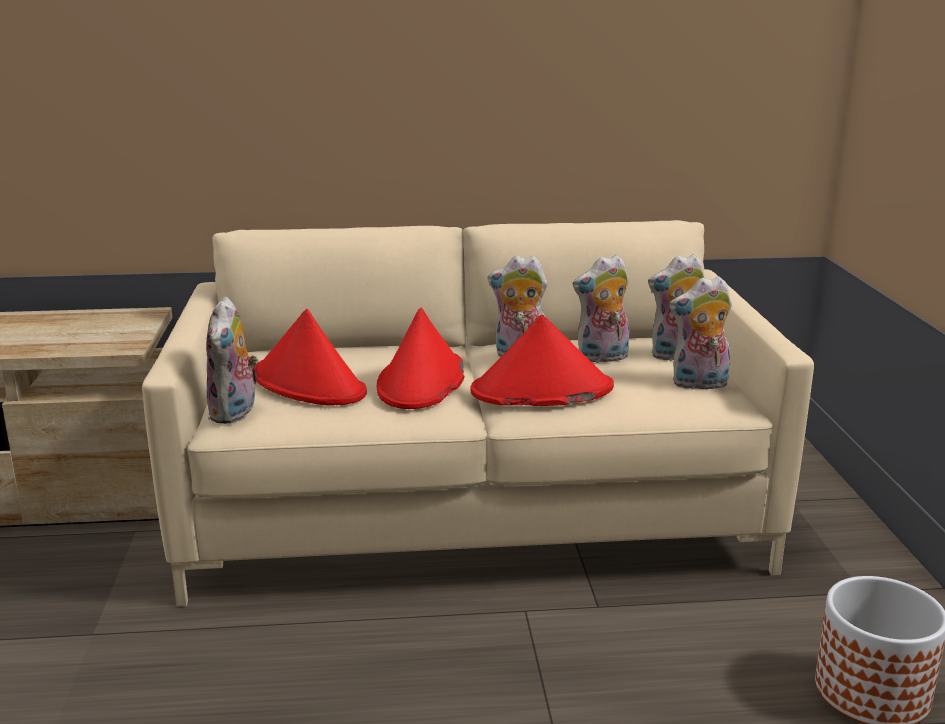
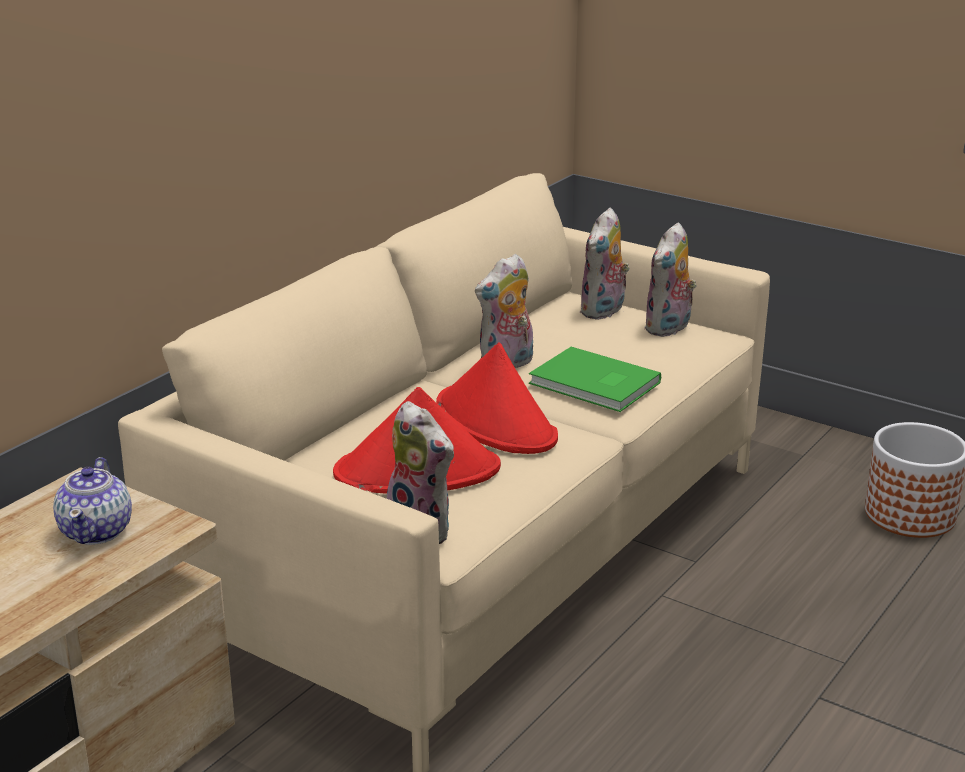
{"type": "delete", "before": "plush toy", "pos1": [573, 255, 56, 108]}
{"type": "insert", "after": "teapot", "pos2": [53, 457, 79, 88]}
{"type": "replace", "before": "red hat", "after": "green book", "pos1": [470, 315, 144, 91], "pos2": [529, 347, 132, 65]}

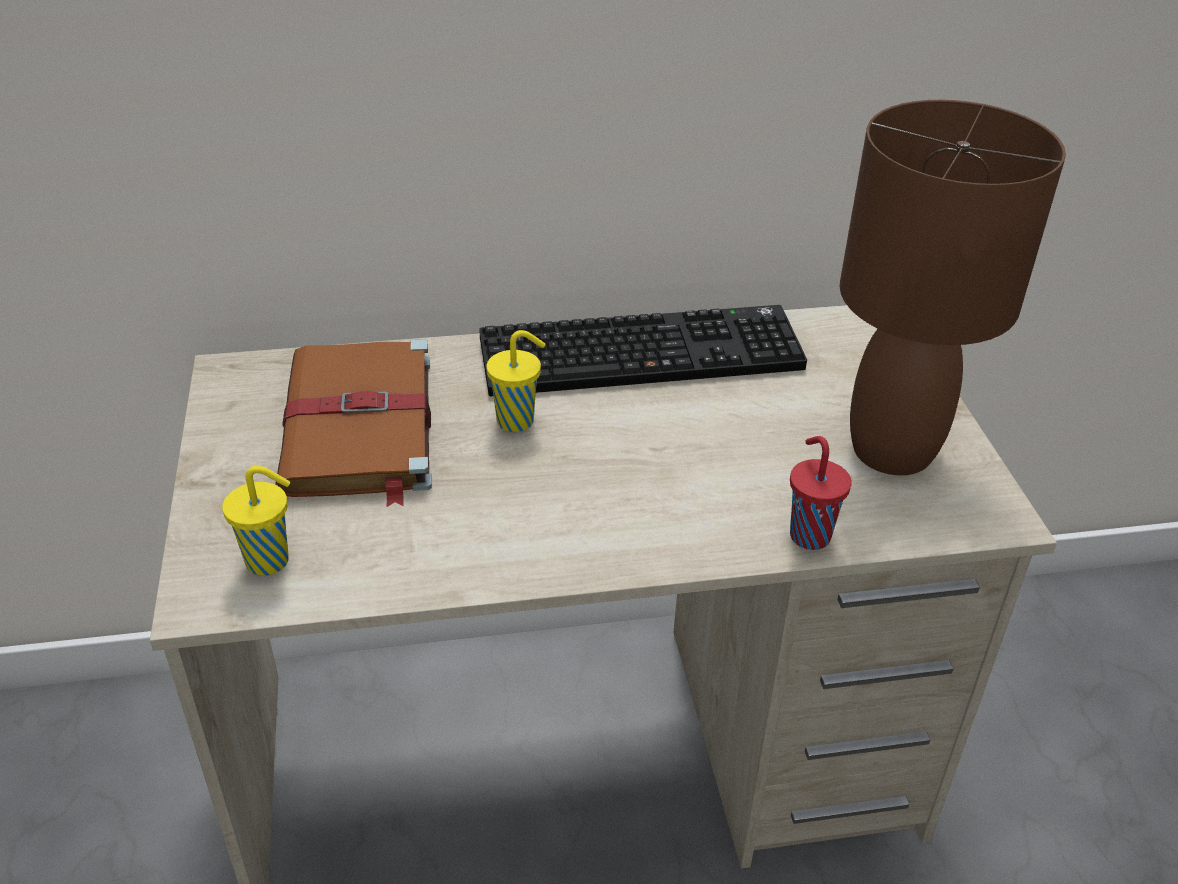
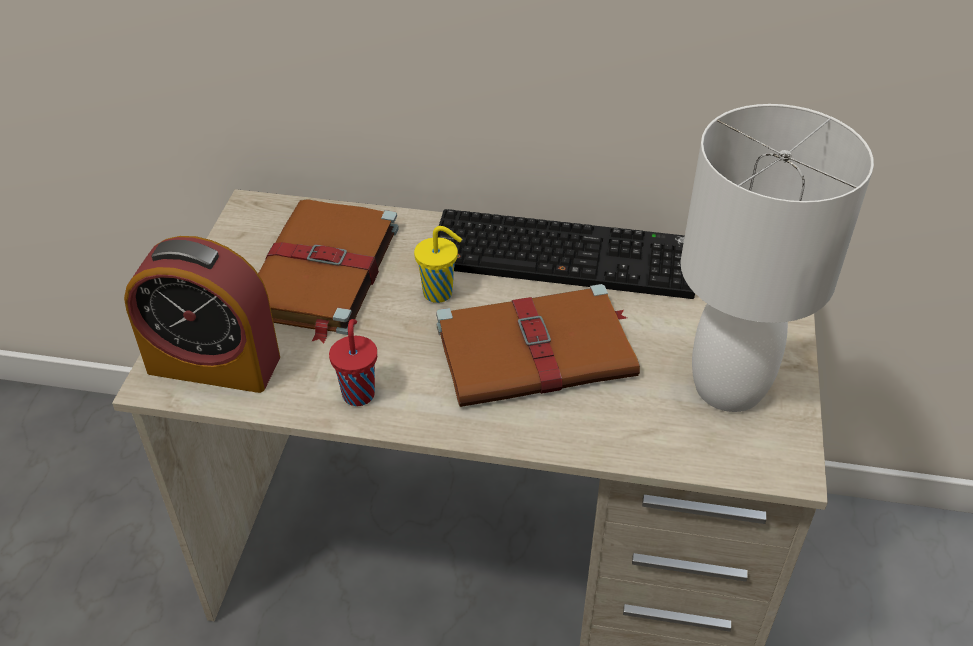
{"type": "insert", "after": "brown book", "pos2": [436, 284, 204, 123]}
{"type": "move", "before": "red cup", "pos1": [790, 436, 62, 114], "pos2": [329, 319, 48, 87]}
{"type": "replace", "before": "yellow cup", "after": "alarm clock", "pos1": [222, 466, 68, 110], "pos2": [124, 236, 156, 157]}
{"type": "recolor", "before": "brown table lamp", "after": "white table lamp", "pos1": [839, 100, 227, 375], "pos2": [680, 104, 194, 308]}

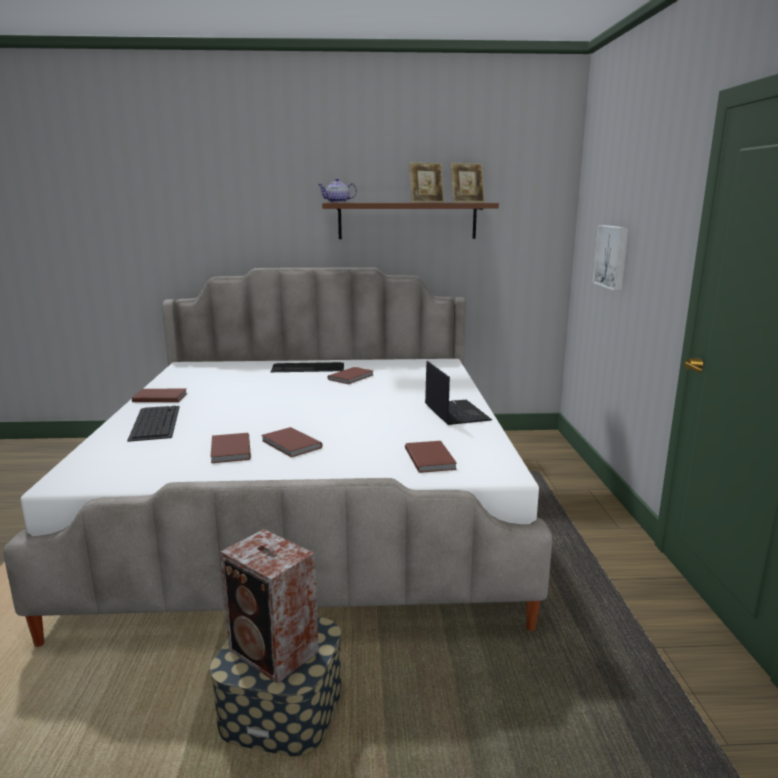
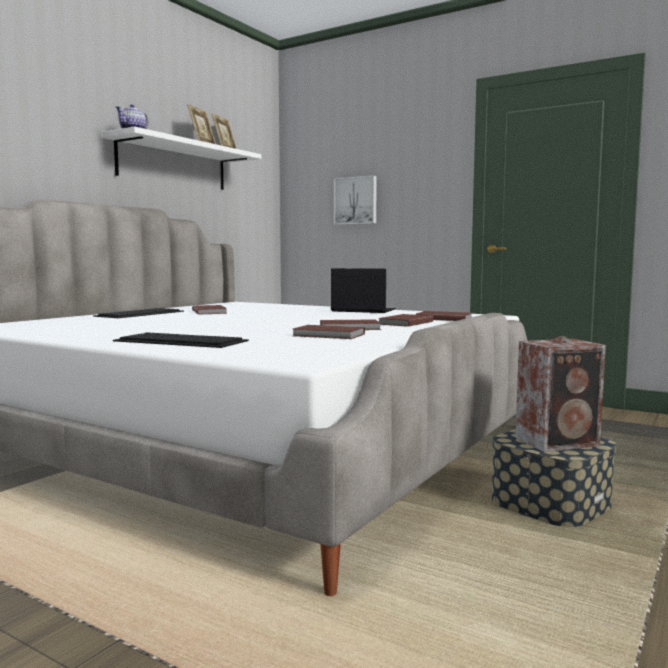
{"type": "move", "before": "brown book", "pos1": [132, 389, 55, 13], "pos2": [379, 314, 55, 13]}
{"type": "recolor", "before": "brown shelf", "after": "white shelf", "pos1": [322, 203, 177, 36], "pos2": [101, 127, 160, 63]}

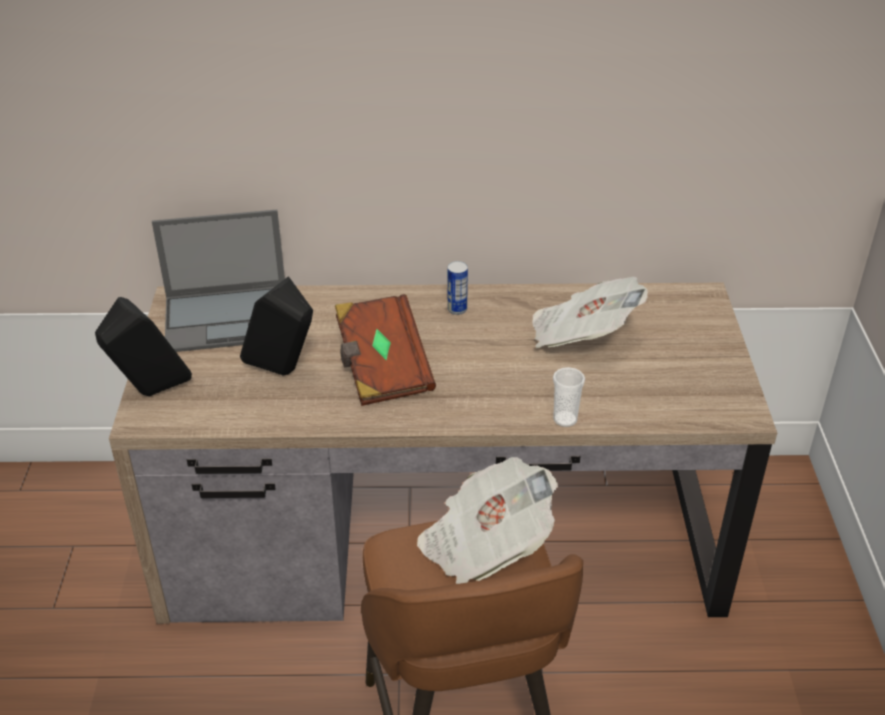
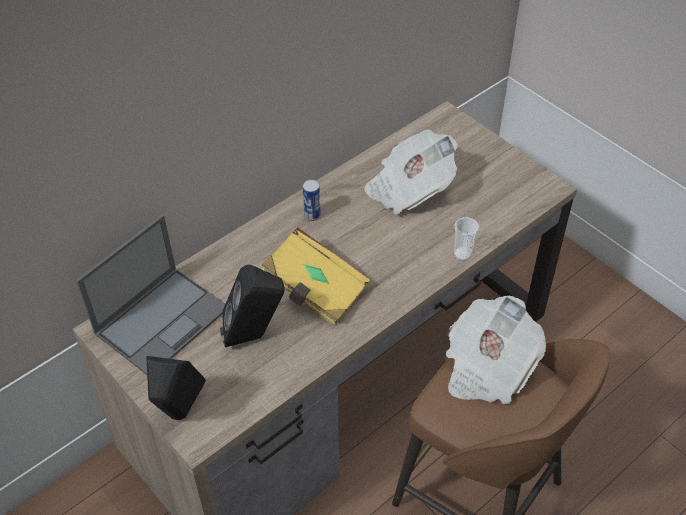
{"type": "recolor", "before": "brown book", "after": "yellow book", "pos1": [335, 294, 101, 112], "pos2": [262, 227, 108, 99]}

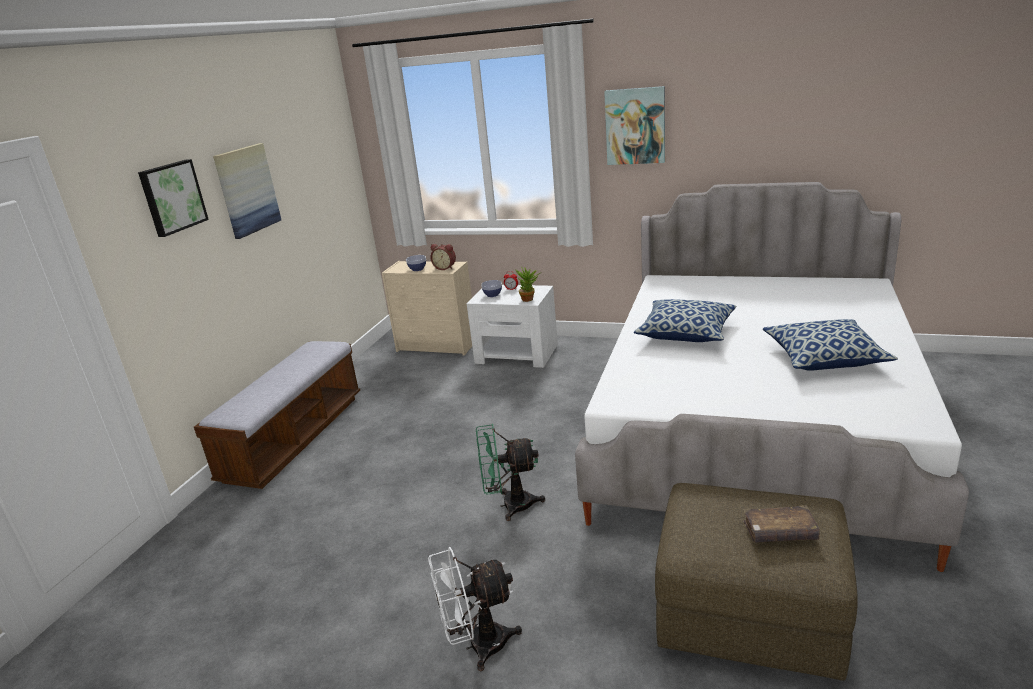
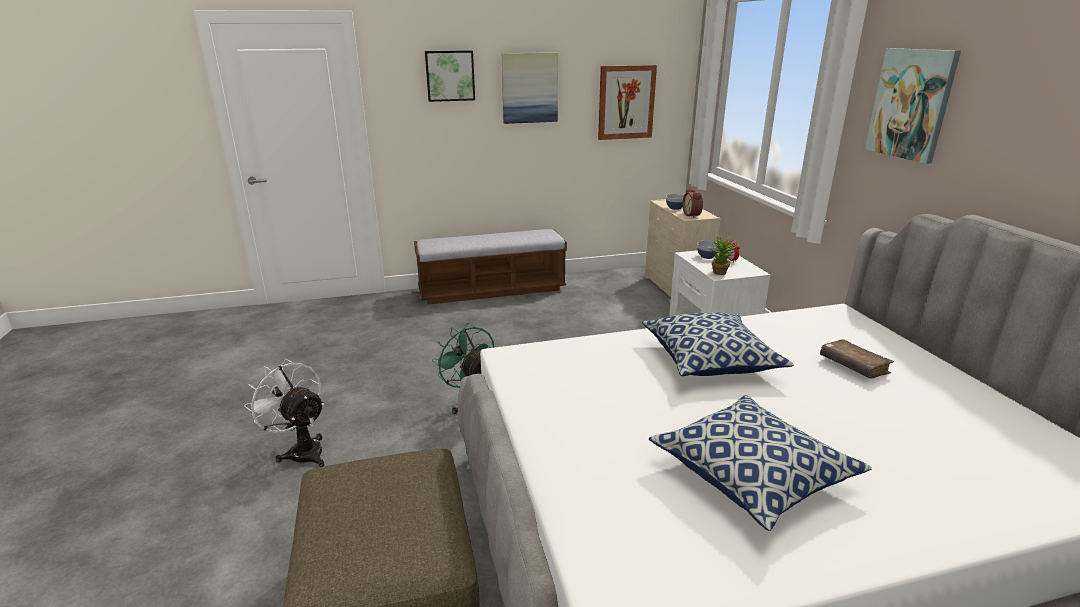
{"type": "insert", "after": "picture", "pos2": [598, 65, 59, 75]}
{"type": "move", "before": "brown book", "pos1": [743, 505, 77, 38], "pos2": [820, 339, 74, 40]}

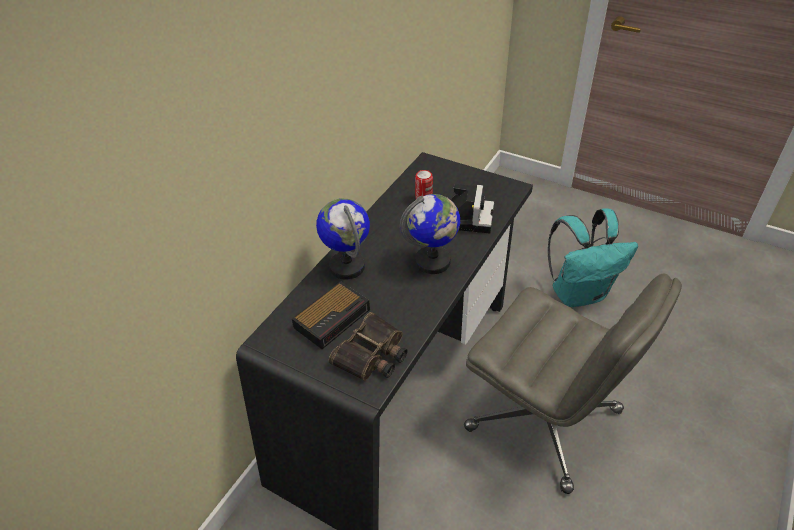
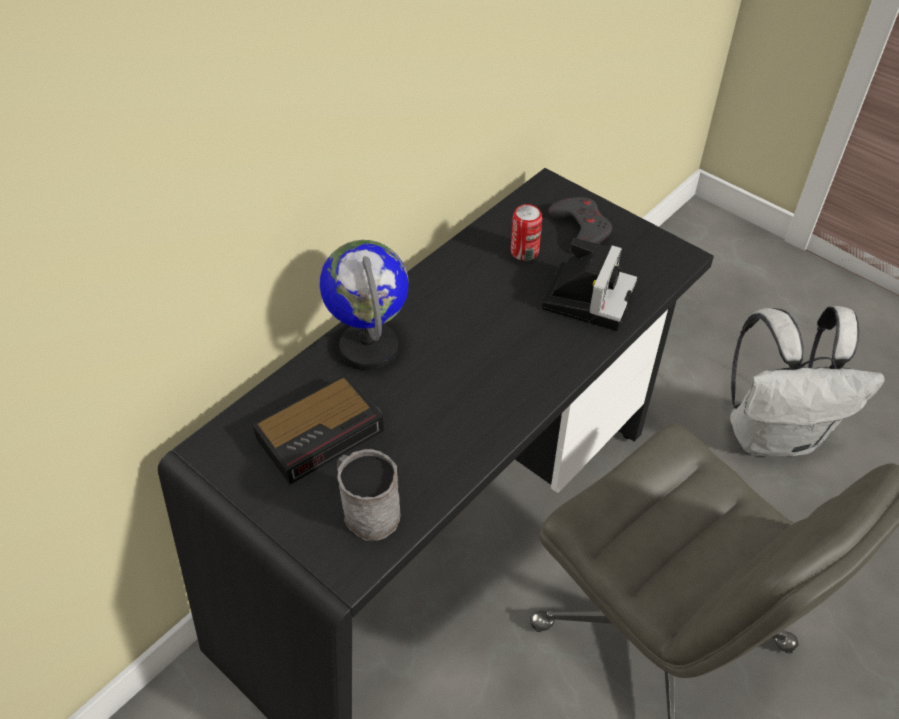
{"type": "delete", "before": "globe", "pos1": [400, 194, 60, 80]}
{"type": "insert", "after": "grey game controller", "pos2": [548, 197, 64, 47]}
{"type": "replace", "before": "binoculars", "after": "grey mug", "pos1": [329, 312, 79, 69], "pos2": [337, 449, 64, 91]}
{"type": "recolor", "before": "turquoise backpack", "after": "white backpack", "pos1": [548, 208, 90, 99], "pos2": [730, 306, 154, 151]}

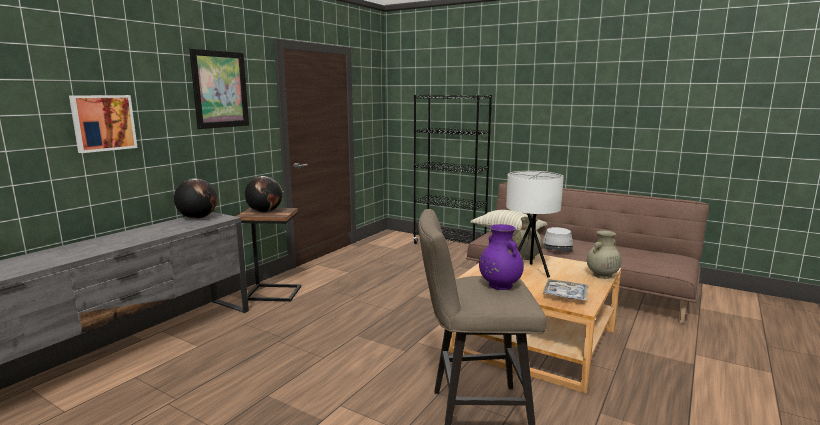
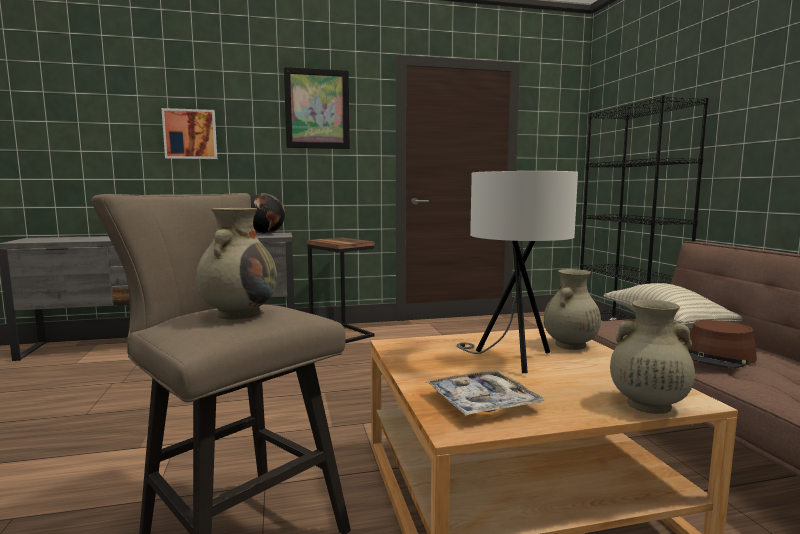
{"type": "delete", "before": "globe", "pos1": [245, 176, 37, 37]}
{"type": "recolor", "before": "purple vase", "after": "beige vase", "pos1": [479, 224, 45, 66], "pos2": [196, 208, 81, 112]}
{"type": "recolor", "before": "grey hat", "after": "brown hat", "pos1": [543, 227, 30, 24], "pos2": [689, 320, 68, 49]}

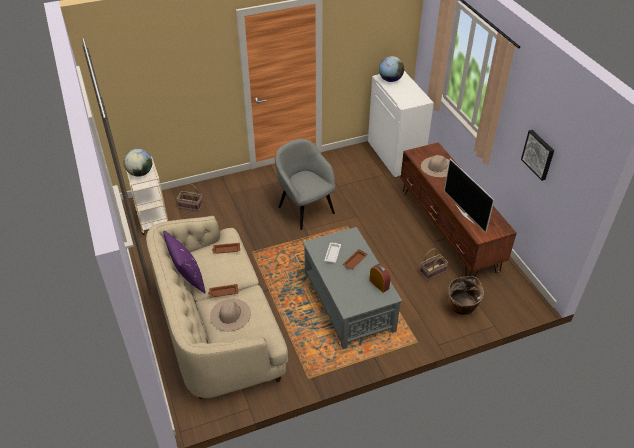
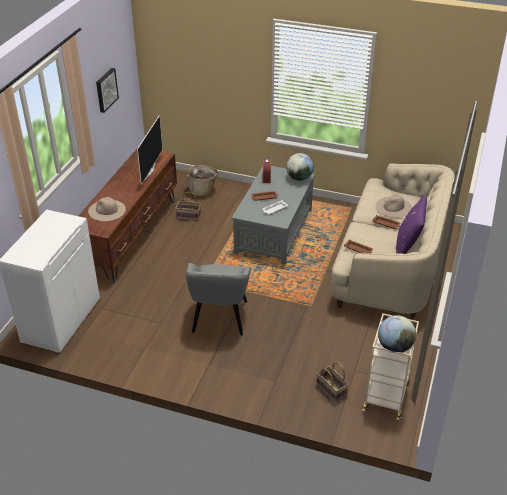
{"type": "move", "before": "globe", "pos1": [379, 56, 25, 26], "pos2": [286, 153, 28, 28]}

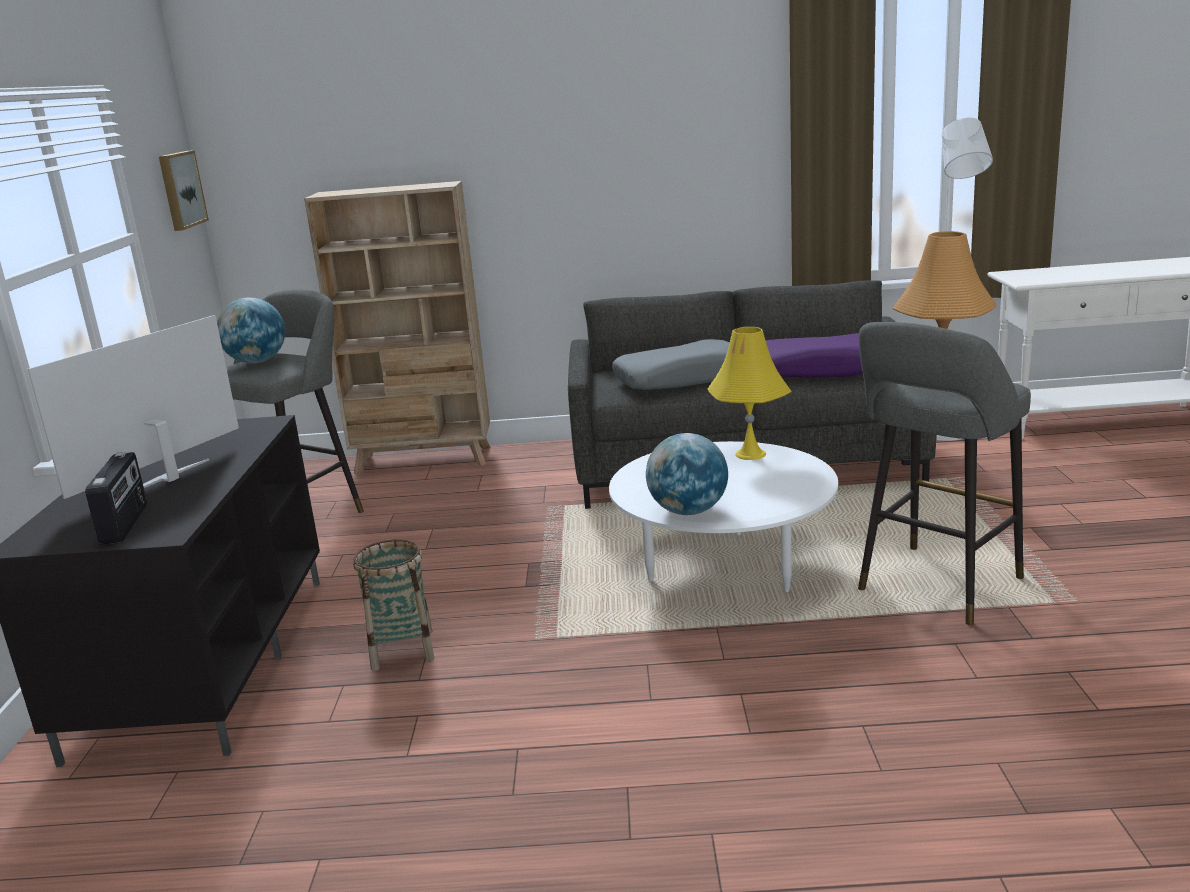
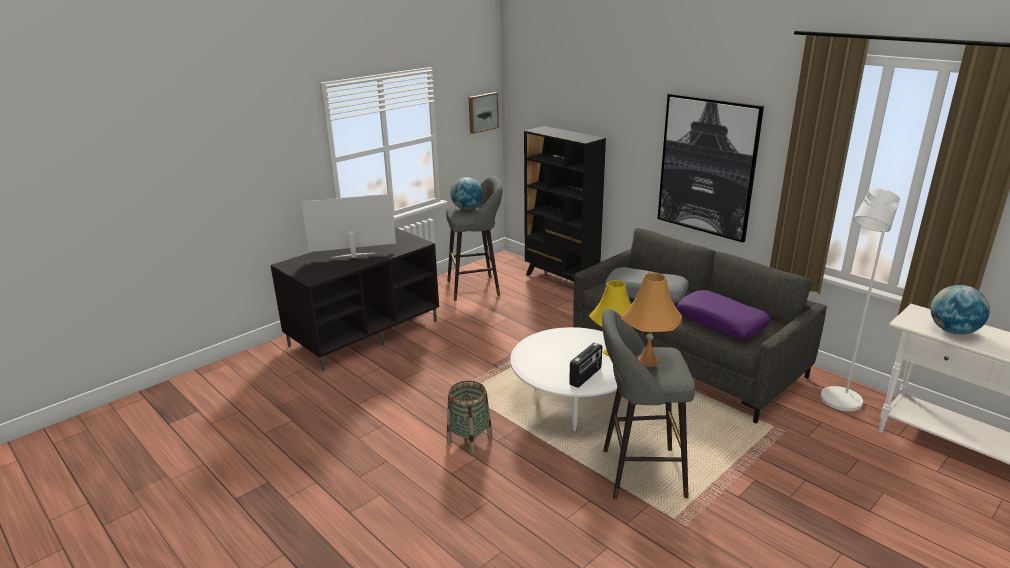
{"type": "insert", "after": "picture", "pos2": [658, 94, 106, 148]}
{"type": "move", "before": "radio", "pos1": [85, 452, 62, 93], "pos2": [569, 343, 33, 45]}
{"type": "move", "before": "basket", "pos1": [353, 539, 82, 132], "pos2": [447, 381, 45, 73]}
{"type": "move", "before": "globe", "pos1": [646, 433, 82, 82], "pos2": [930, 285, 60, 50]}
{"type": "recolor", "before": "beige bookcase", "after": "black bookcase", "pos1": [304, 181, 186, 294], "pos2": [524, 126, 82, 156]}

